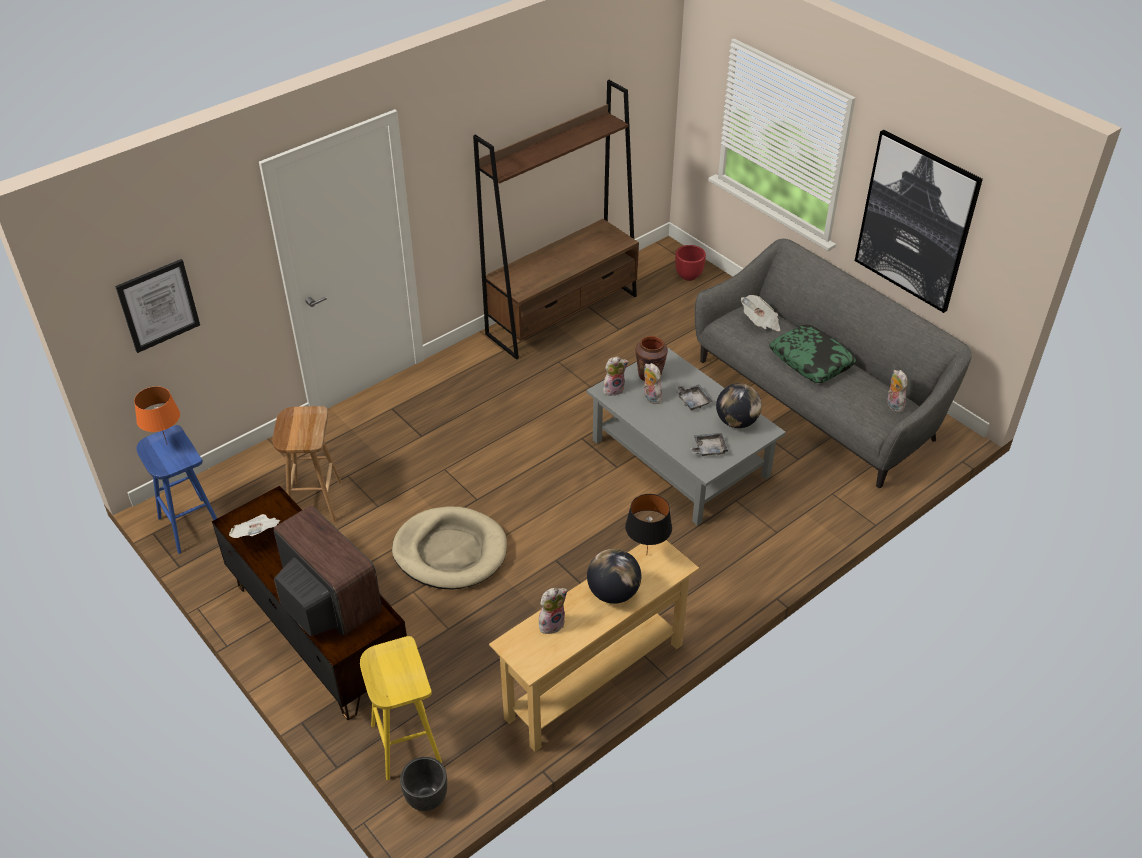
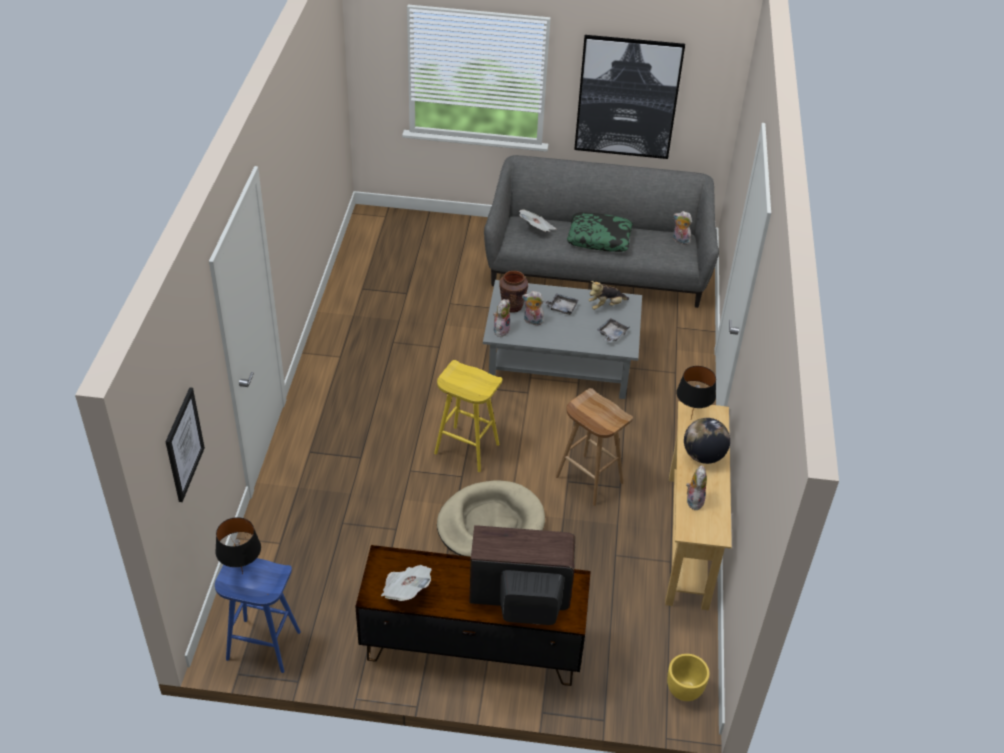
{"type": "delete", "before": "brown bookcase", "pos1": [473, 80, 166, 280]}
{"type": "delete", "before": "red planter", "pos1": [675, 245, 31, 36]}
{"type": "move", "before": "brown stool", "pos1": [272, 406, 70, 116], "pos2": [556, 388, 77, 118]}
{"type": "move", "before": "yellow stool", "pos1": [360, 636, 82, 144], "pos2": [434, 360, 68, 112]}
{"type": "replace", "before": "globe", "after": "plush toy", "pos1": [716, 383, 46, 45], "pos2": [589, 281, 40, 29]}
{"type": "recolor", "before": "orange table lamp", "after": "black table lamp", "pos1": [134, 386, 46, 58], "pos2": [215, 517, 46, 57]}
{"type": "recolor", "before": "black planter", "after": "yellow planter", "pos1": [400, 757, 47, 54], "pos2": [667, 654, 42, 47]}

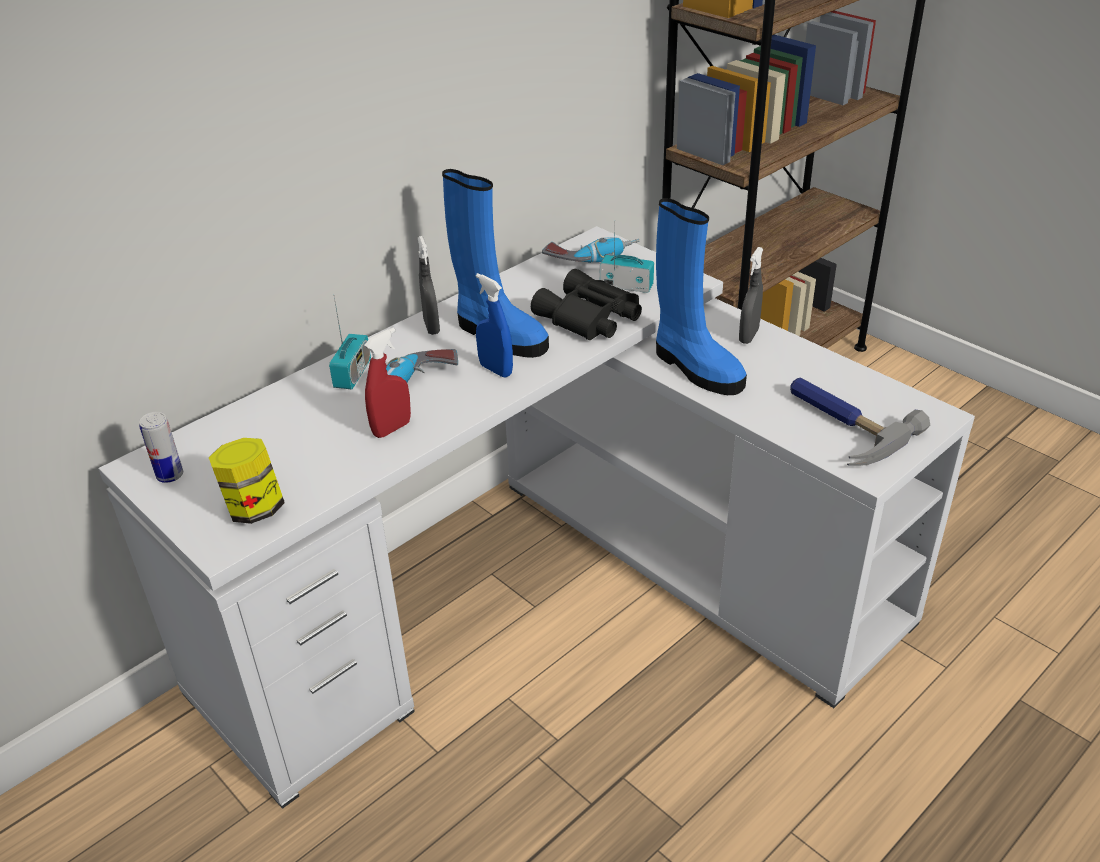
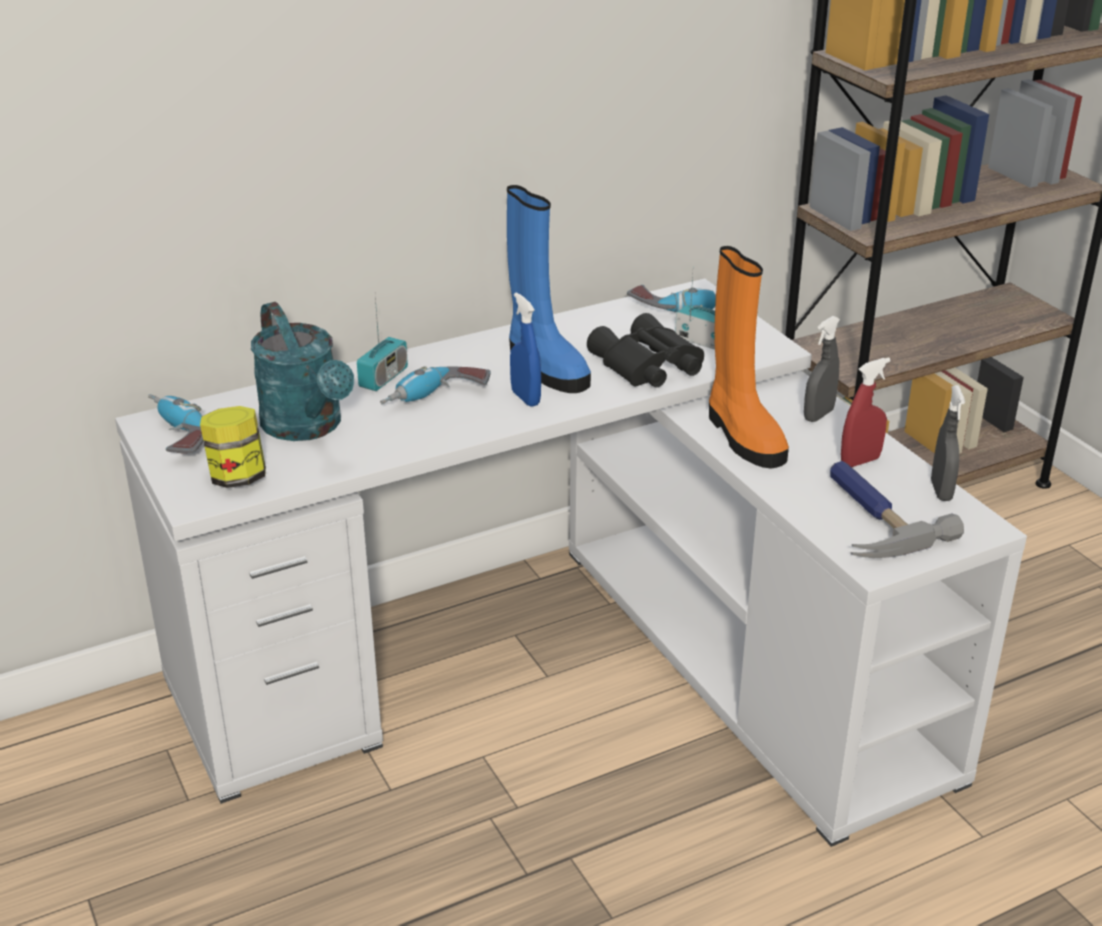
{"type": "insert", "after": "turquoise watering can", "pos2": [251, 302, 103, 139]}
{"type": "move", "before": "red spray bottle", "pos1": [364, 328, 47, 110], "pos2": [841, 357, 50, 110]}
{"type": "move", "before": "grey spray bottle", "pos1": [418, 236, 22, 99], "pos2": [931, 385, 34, 116]}
{"type": "replace", "before": "can", "after": "power drill", "pos1": [139, 412, 44, 71], "pos2": [148, 394, 56, 60]}
{"type": "recolor", "before": "blue boot", "after": "orange boot", "pos1": [656, 198, 91, 197], "pos2": [709, 246, 80, 222]}

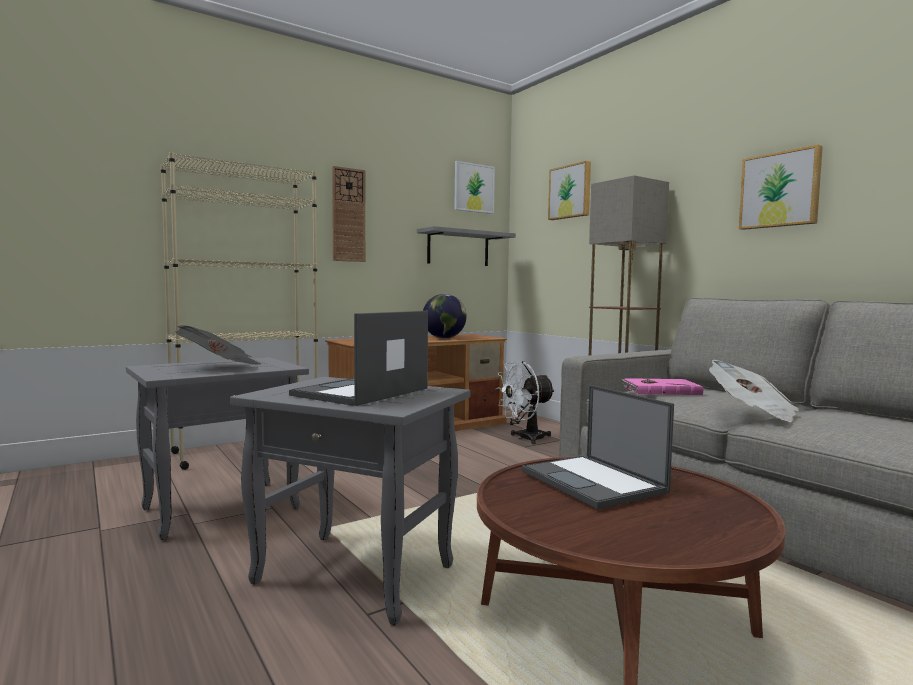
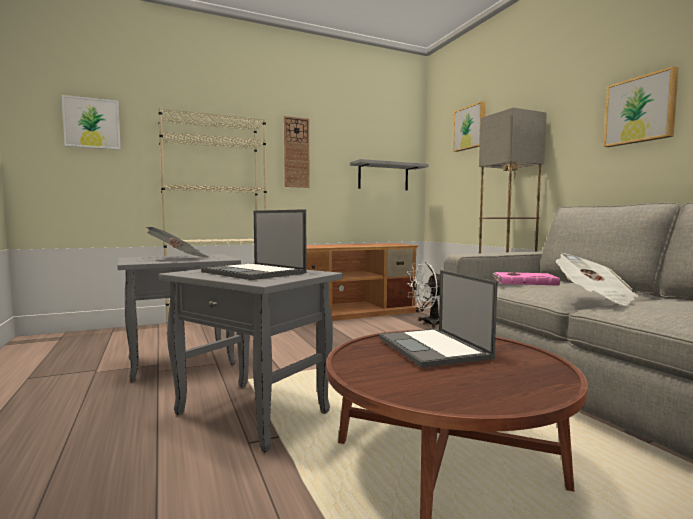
{"type": "delete", "before": "globe", "pos1": [423, 294, 44, 44]}
{"type": "move", "before": "picture", "pos1": [454, 161, 41, 53], "pos2": [62, 95, 59, 55]}
{"type": "rotate", "before": "laptop", "pos1": [289, 311, 139, 95], "pos2": [201, 209, 106, 71], "turn": -90}

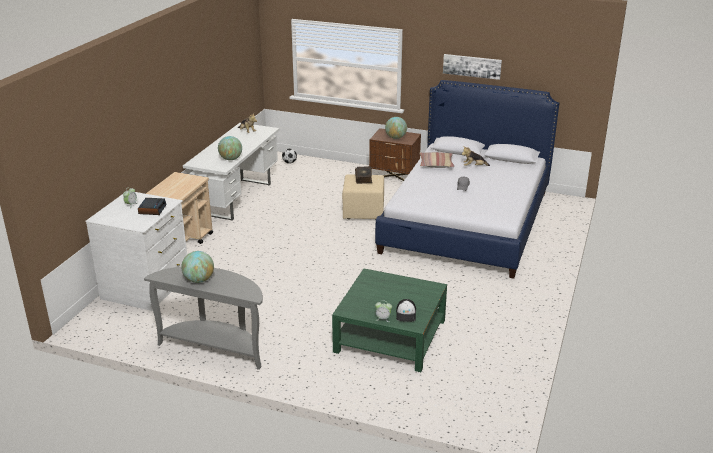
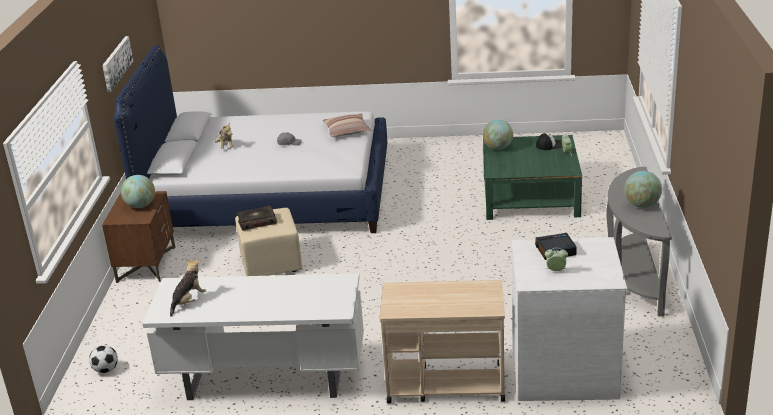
{"type": "move", "before": "globe", "pos1": [218, 136, 24, 24], "pos2": [483, 120, 30, 30]}
{"type": "move", "before": "pillow", "pos1": [420, 152, 35, 16], "pos2": [323, 114, 48, 23]}

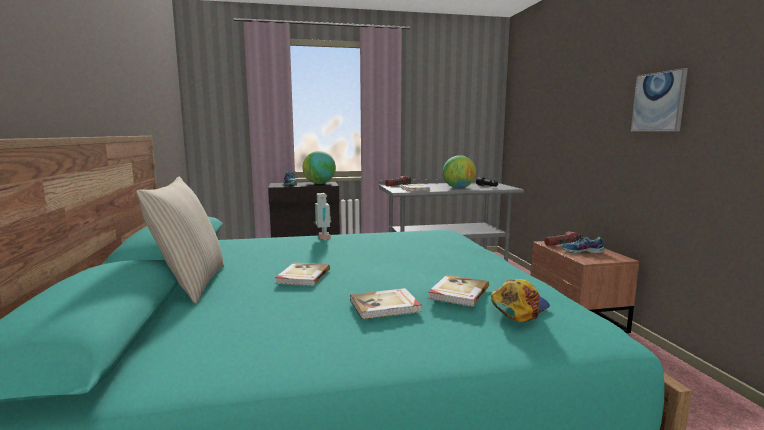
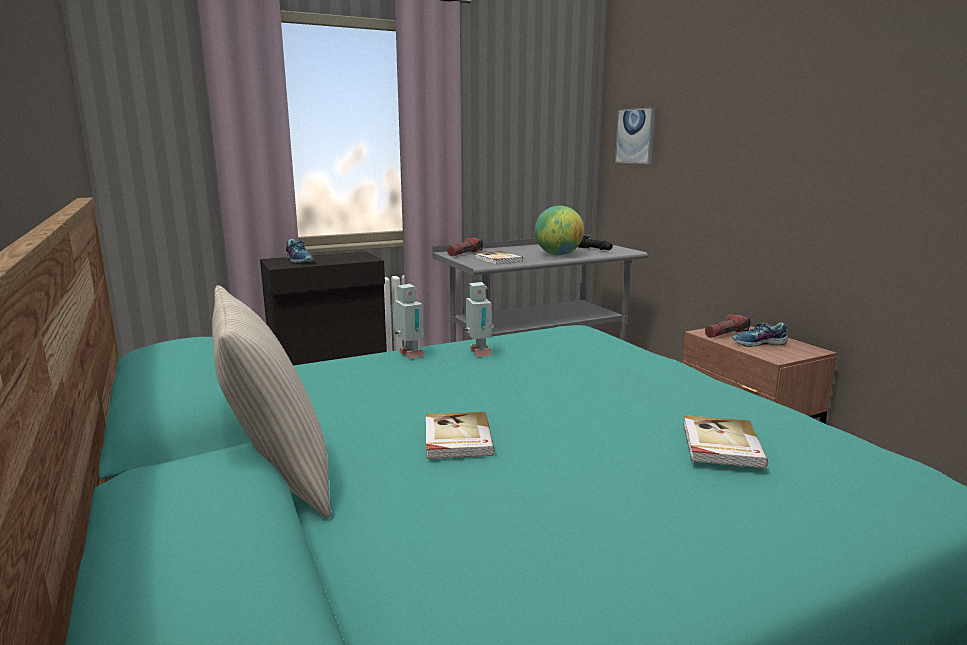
{"type": "delete", "before": "globe", "pos1": [302, 151, 34, 33]}
{"type": "delete", "before": "book", "pos1": [350, 288, 72, 32]}
{"type": "delete", "before": "cap", "pos1": [491, 279, 59, 43]}
{"type": "insert", "after": "toy robot", "pos2": [465, 282, 28, 75]}
{"type": "move", "before": "picture", "pos1": [631, 68, 57, 64], "pos2": [615, 107, 40, 57]}

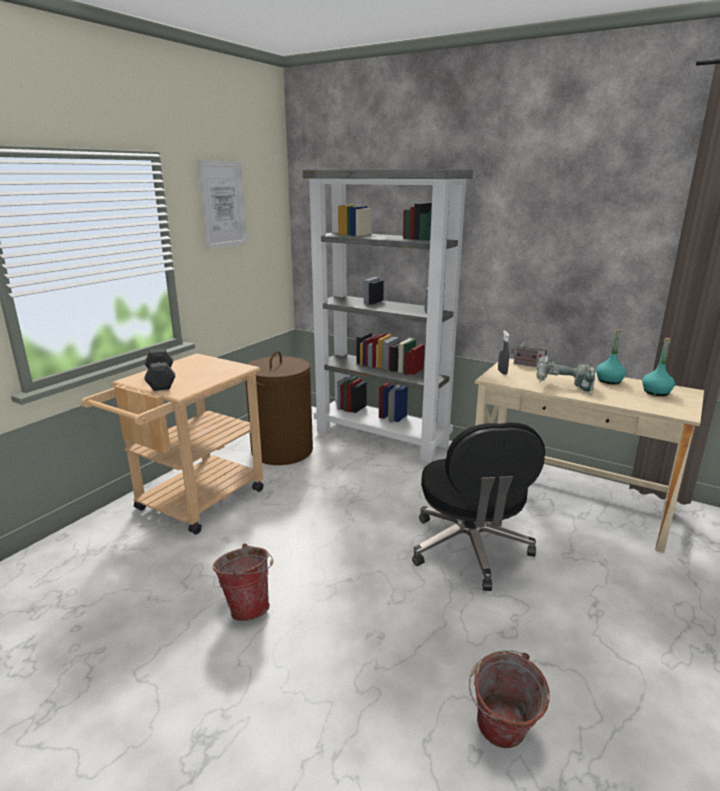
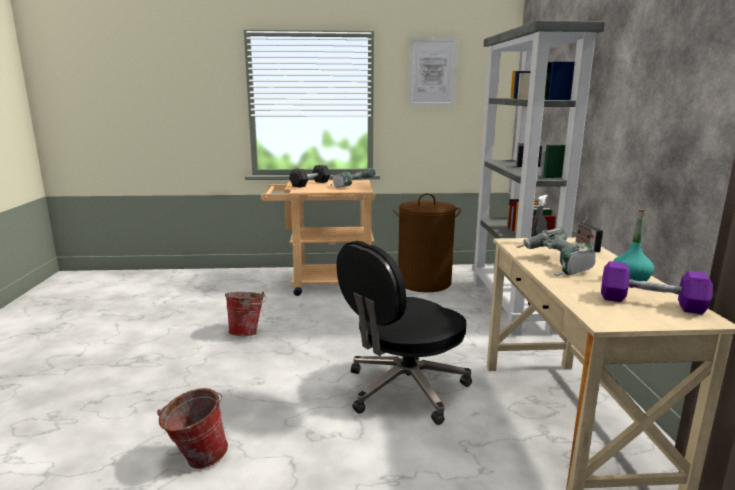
{"type": "insert", "after": "power drill", "pos2": [330, 168, 46, 19]}
{"type": "replace", "before": "turquoise bottle", "after": "purple dumbbell", "pos1": [642, 338, 33, 58], "pos2": [601, 261, 112, 53]}

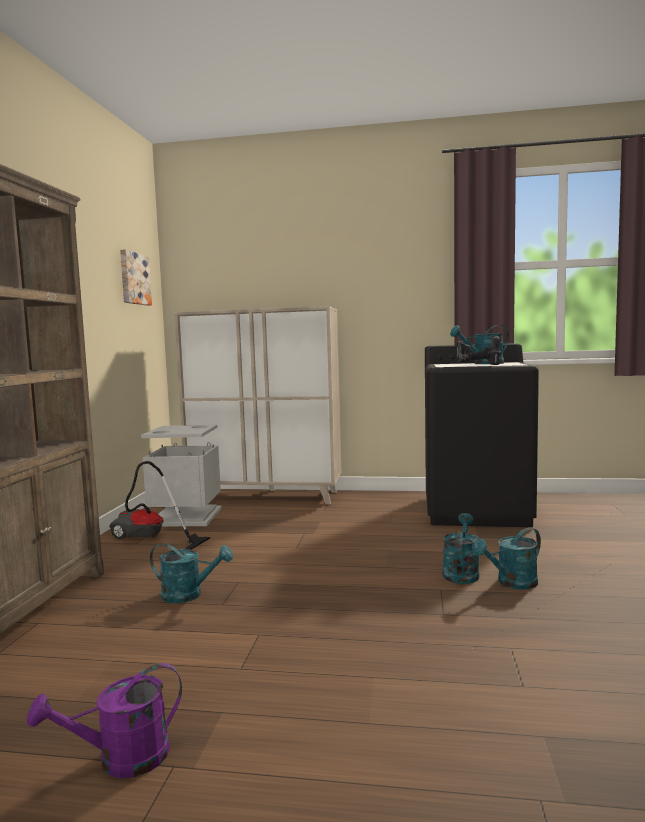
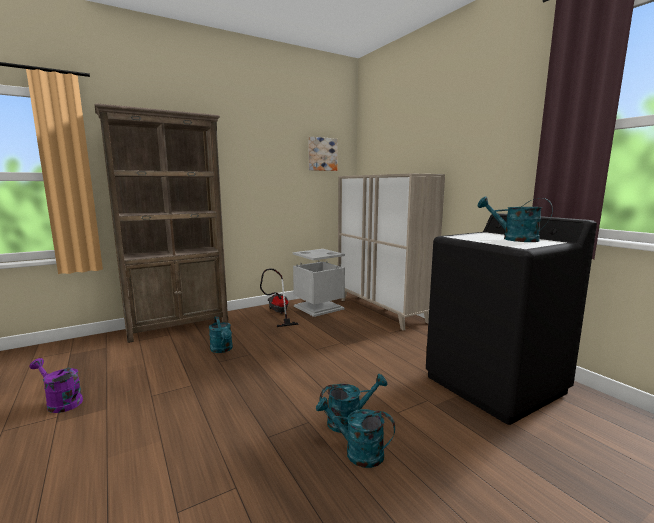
{"type": "delete", "before": "power drill", "pos1": [456, 335, 45, 30]}

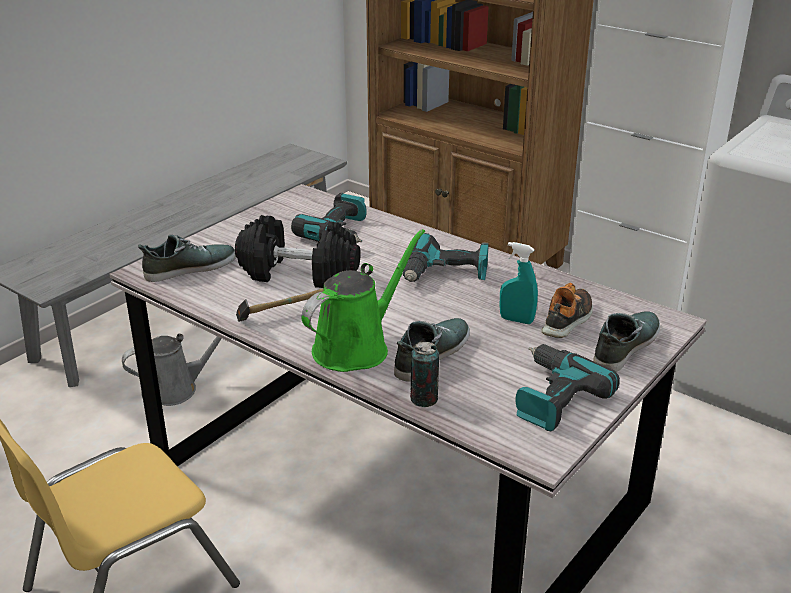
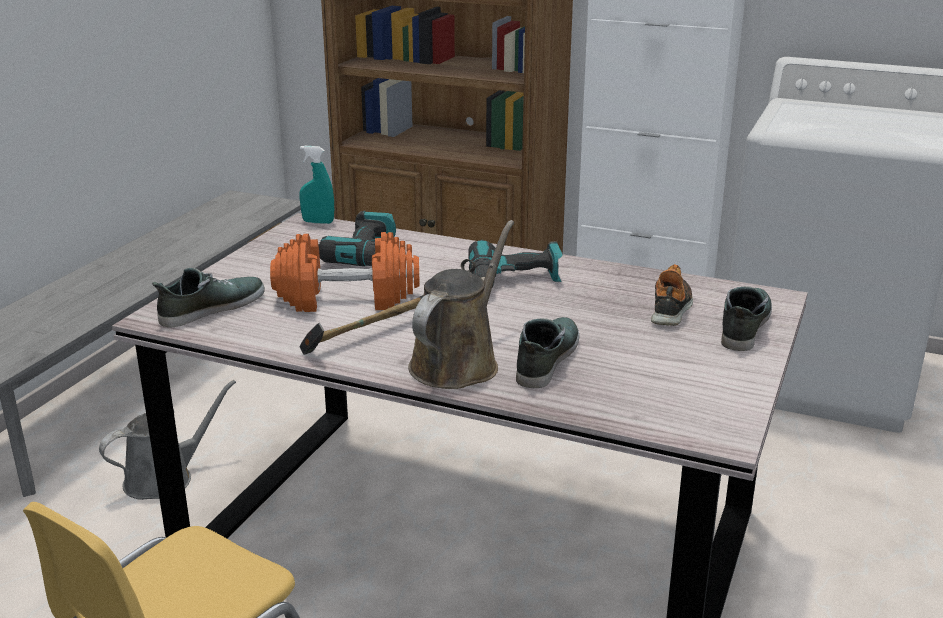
{"type": "delete", "before": "can", "pos1": [410, 342, 29, 65]}
{"type": "delete", "before": "power drill", "pos1": [516, 344, 104, 87]}
{"type": "move", "before": "turquoise spray bottle", "pos1": [500, 242, 38, 82], "pos2": [299, 146, 35, 78]}
{"type": "recolor", "before": "black dumbbell", "after": "orange dumbbell", "pos1": [235, 215, 126, 73], "pos2": [270, 232, 150, 80]}
{"type": "recolor", "before": "green watering can", "after": "brown watering can", "pos1": [301, 229, 124, 143], "pos2": [408, 220, 106, 169]}

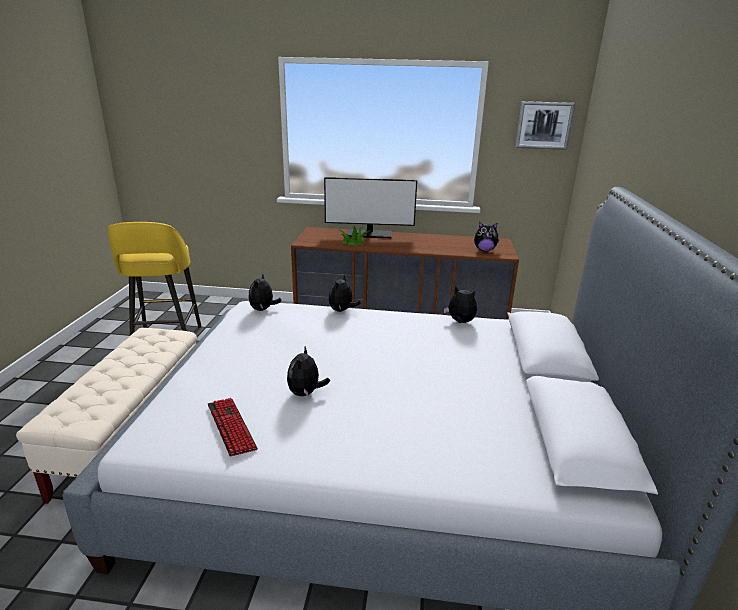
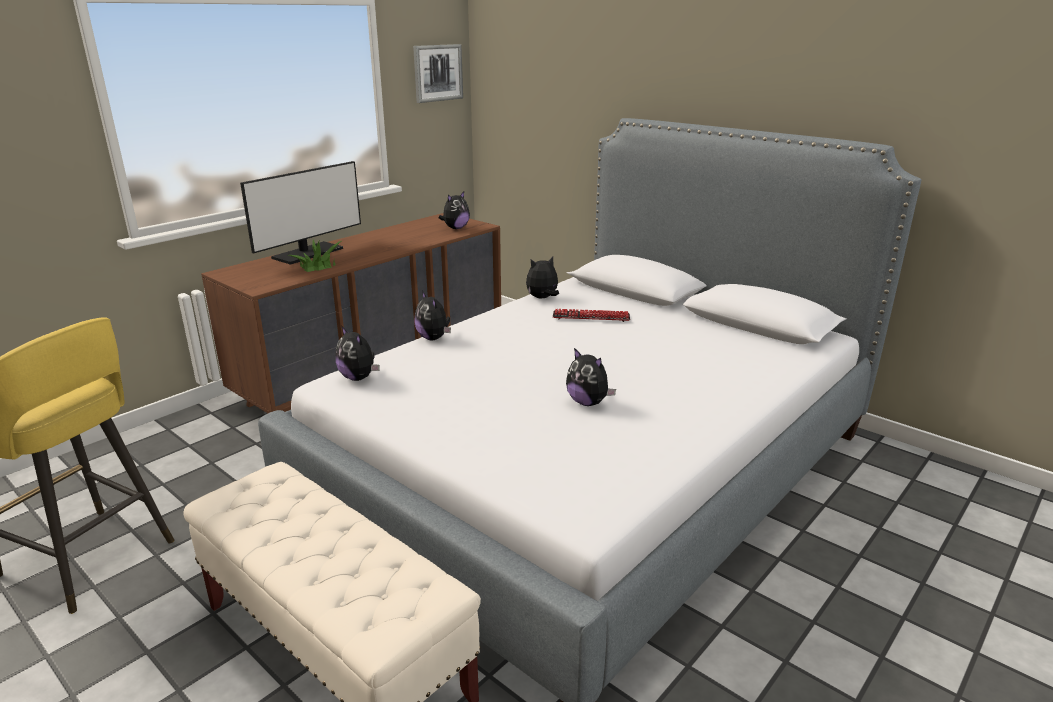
{"type": "move", "before": "keyboard", "pos1": [208, 398, 50, 59], "pos2": [553, 309, 77, 13]}

